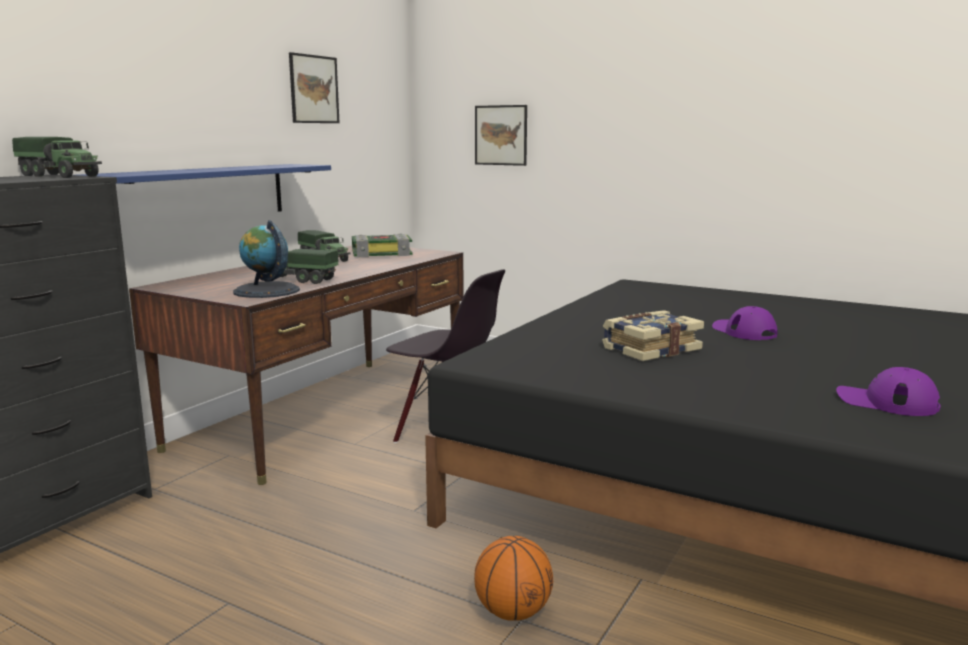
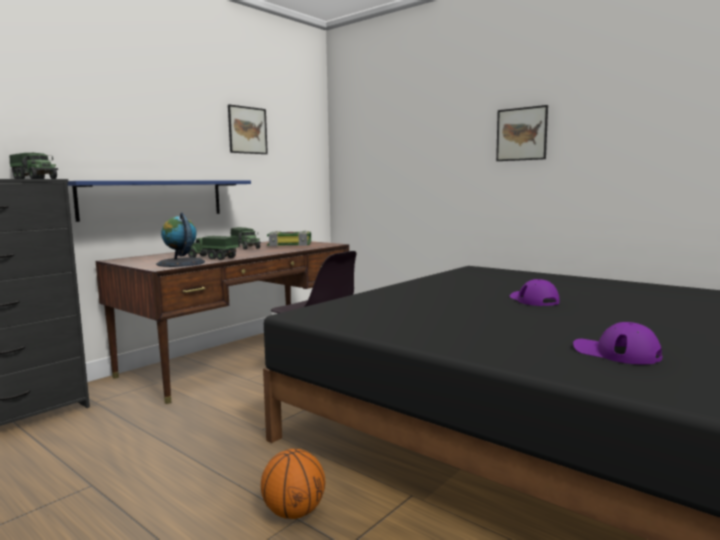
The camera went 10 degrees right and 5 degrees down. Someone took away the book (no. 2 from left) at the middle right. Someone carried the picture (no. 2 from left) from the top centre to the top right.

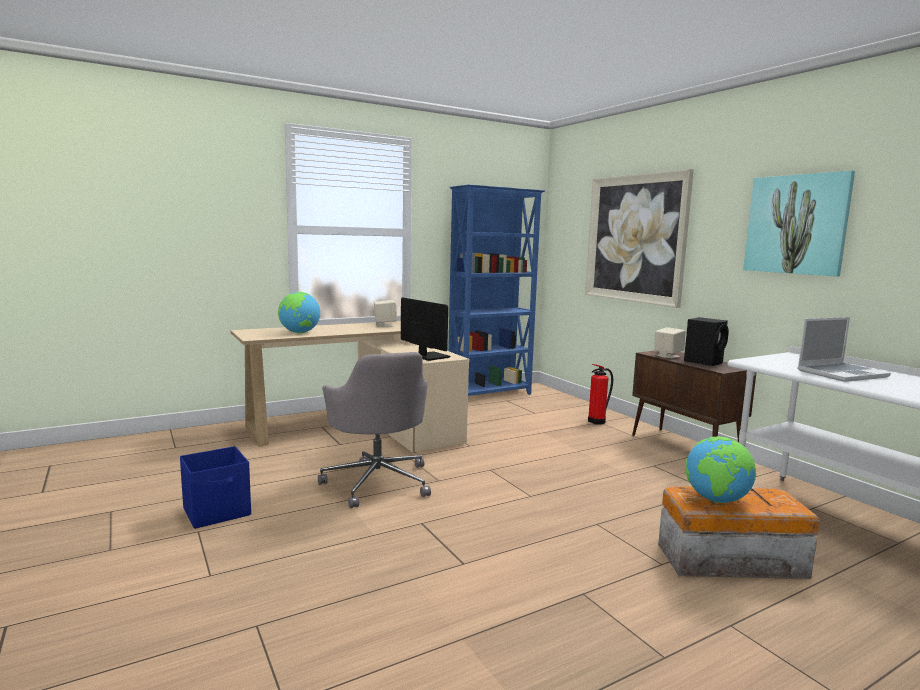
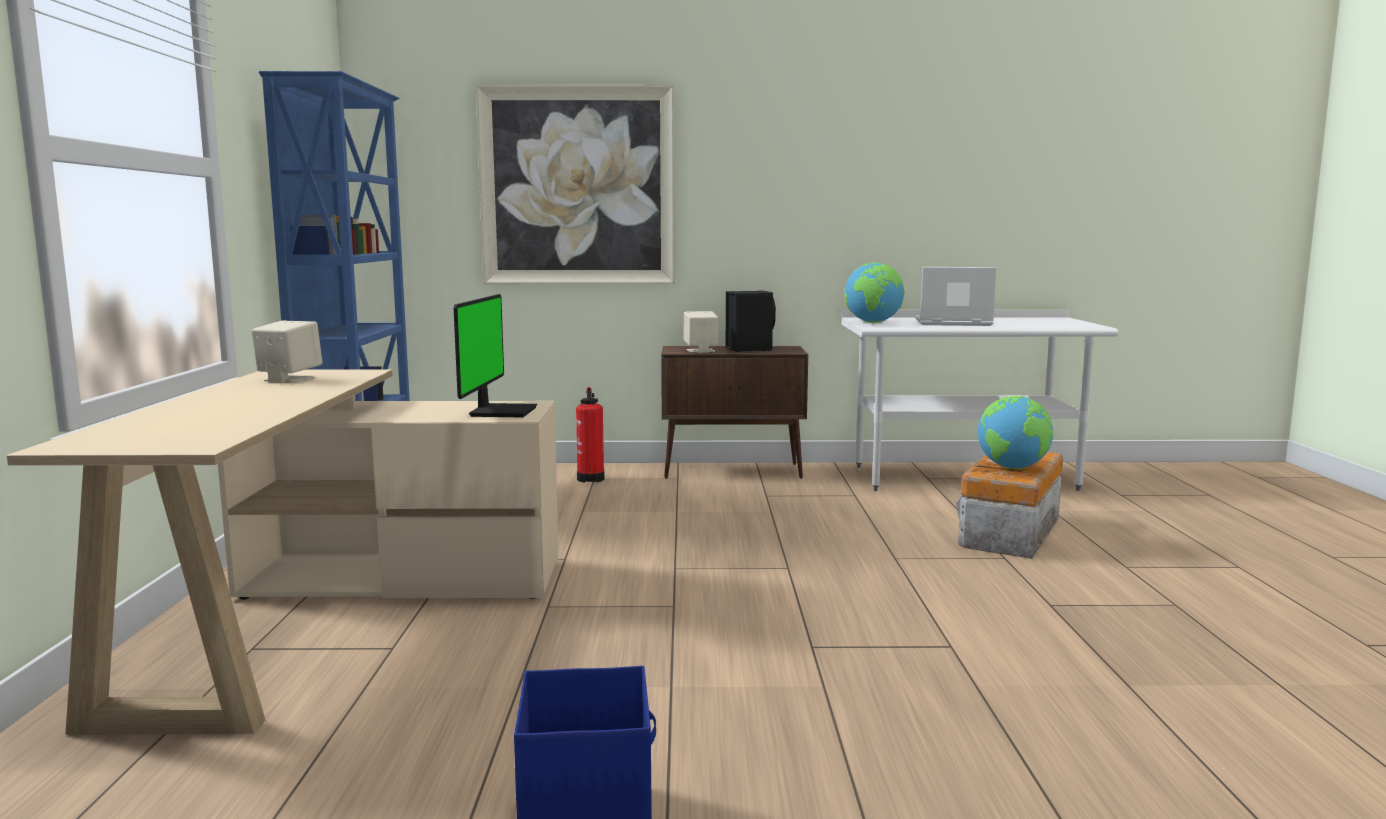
The camera went 60 degrees left and 0 degrees up. Someone took away the office chair (grey) at the centre. Someone took away the picture (no. 2 from left) at the top right. Someone carried the globe (no. 1 from left) from the middle left to the centre. Someone rotated the monitor at the centre by 105 degrees clockwise. Someone rotated the laptop at the middle right by 90 degrees counterclockwise.

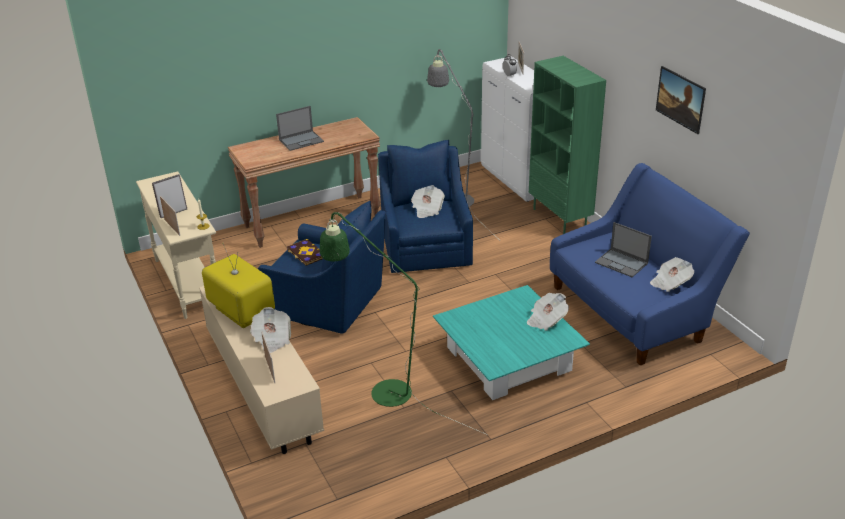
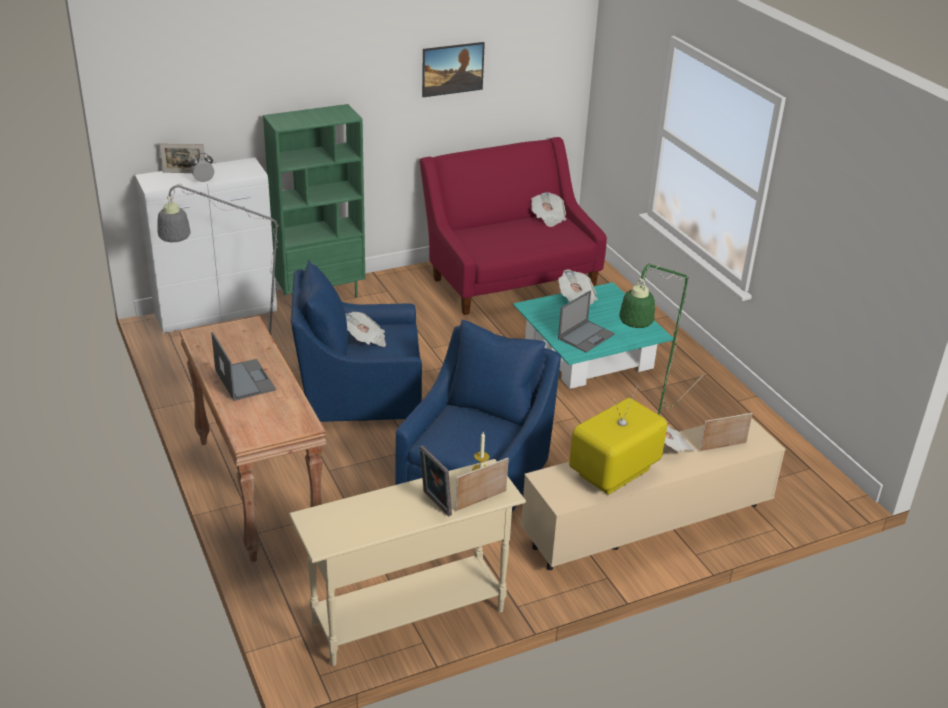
The camera went 90 degrees left and 0 degrees up. Someone took away the book at the centre. Someone carried the laptop (no. 2 from left) from the middle right to the centre. Someone repainted the sofa (blue) at the middle right, which became the sofa (red) at the top centre.

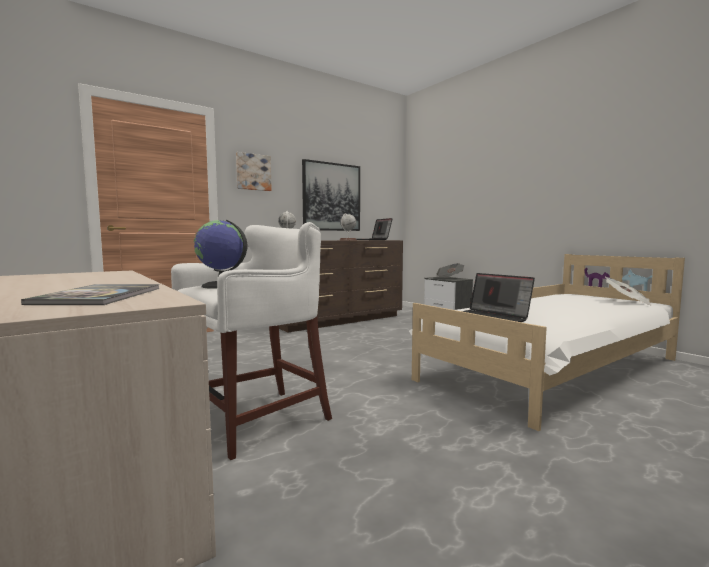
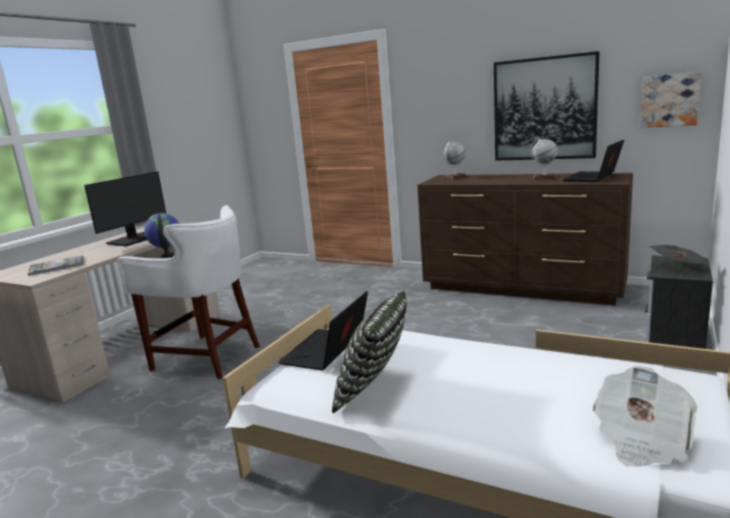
The camera went 65 degrees right and 10 degrees up. Someone put down the monitor at the middle left. Someone put down the pillow at the bottom centre. Someone carried the picture (no. 1 from left in the first image) from the top centre to the top right.

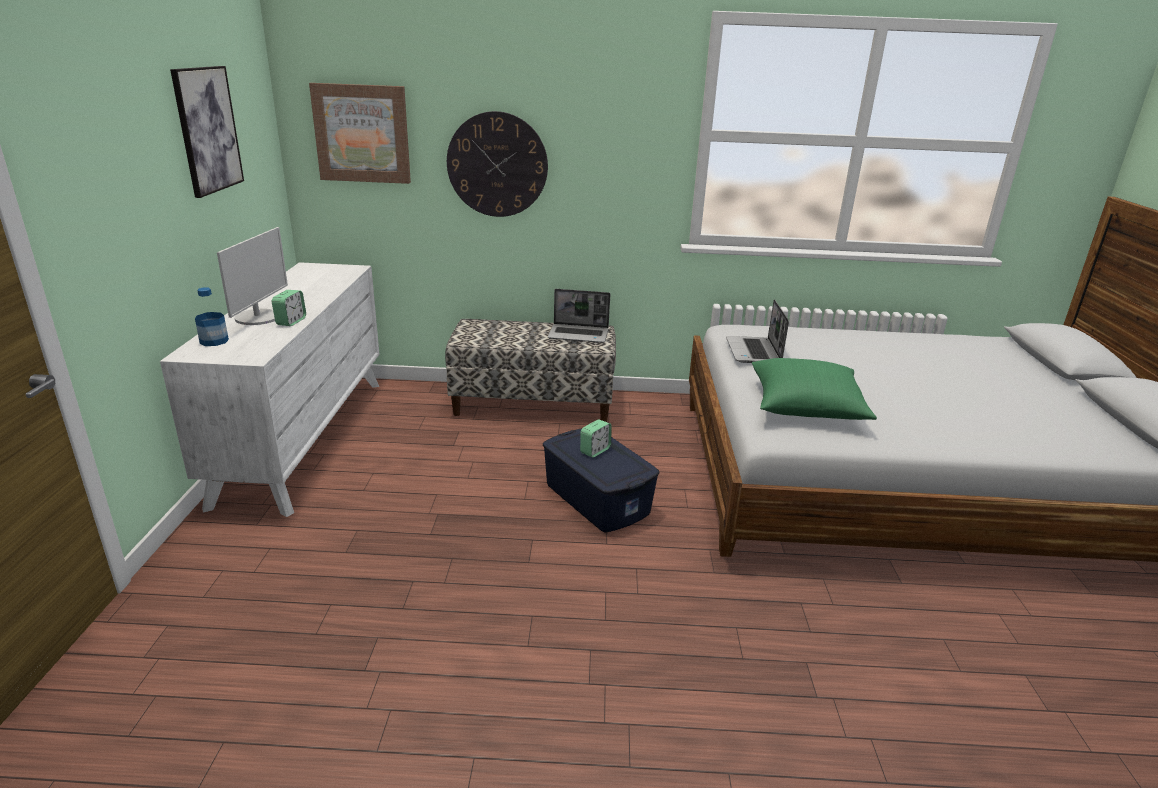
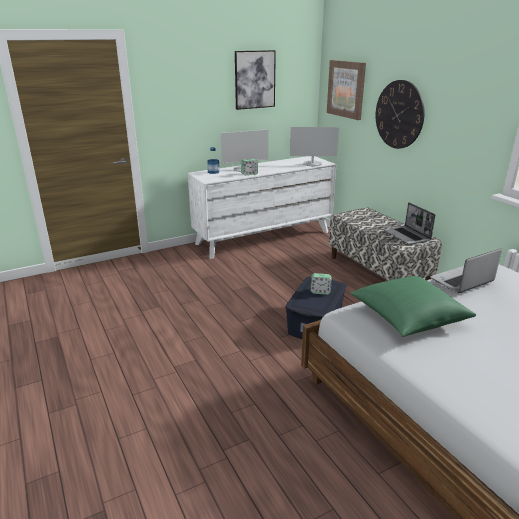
The camera went 60 degrees right and 0 degrees up. Someone put down the monitor (no. 2 from left) at the top centre.

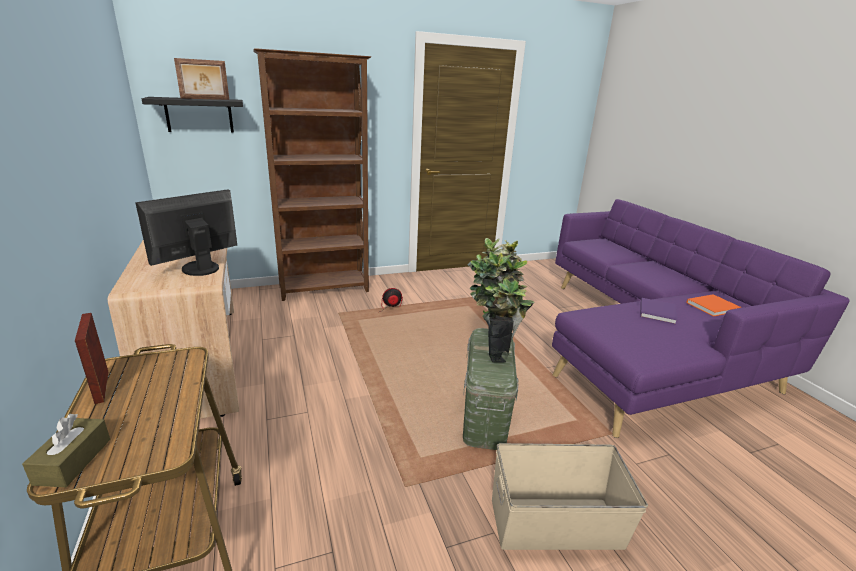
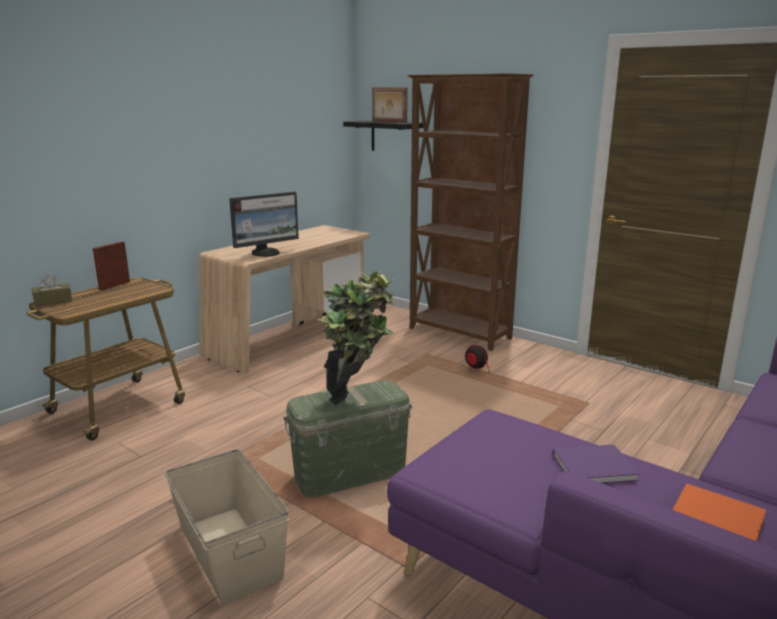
The camera went 60 degrees right and 5 degrees down. Someone rotated the monitor at the middle left by 135 degrees clockwise.

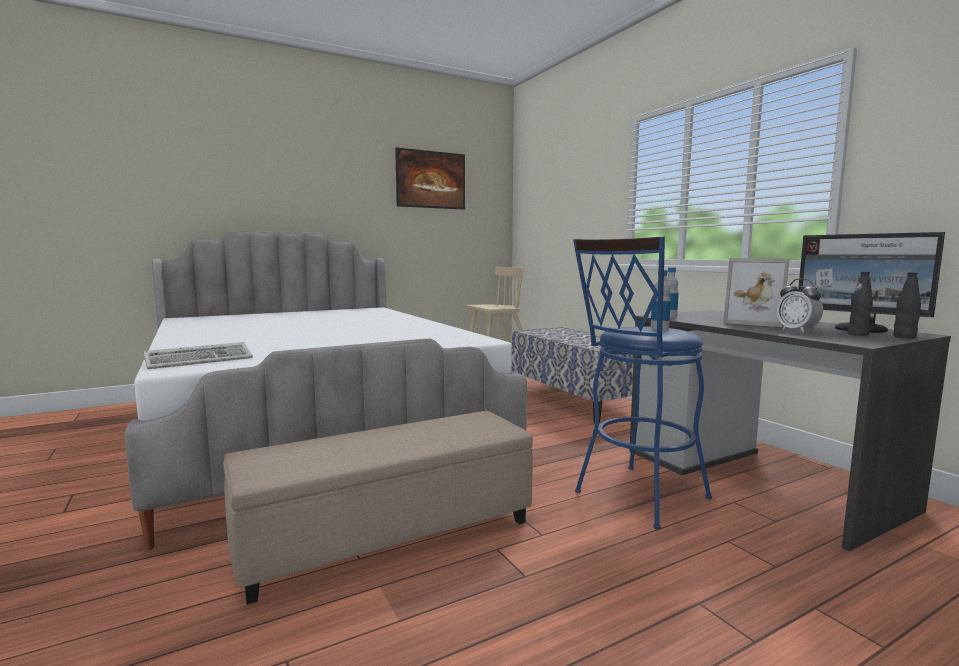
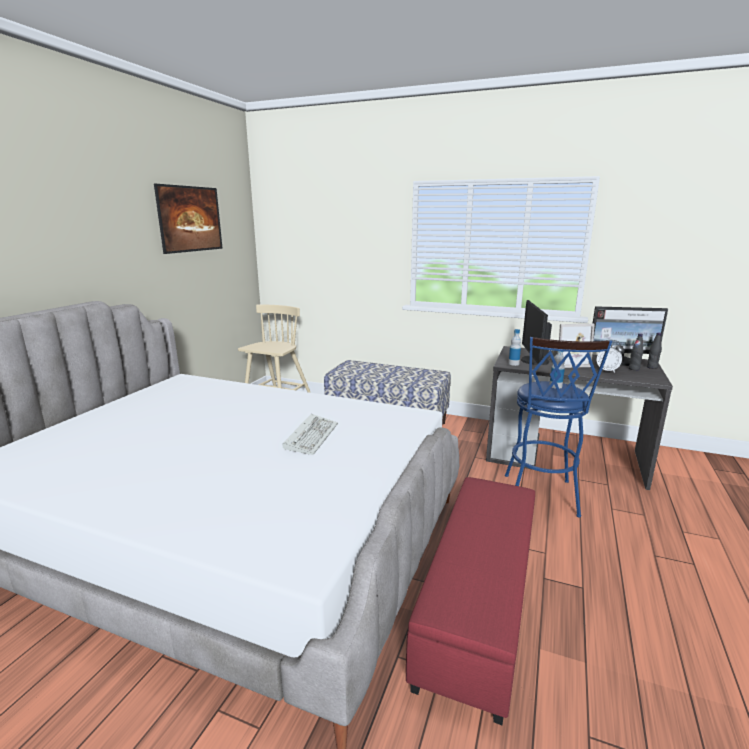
The camera went 40 degrees left and 10 degrees up. Someone put down the monitor (no. 1 from left) at the middle right. Someone carried the keyboard from the middle left to the centre. Someone repainted the ottoman (beige) at the bottom centre, which became the ottoman (red) at the bottom centre.

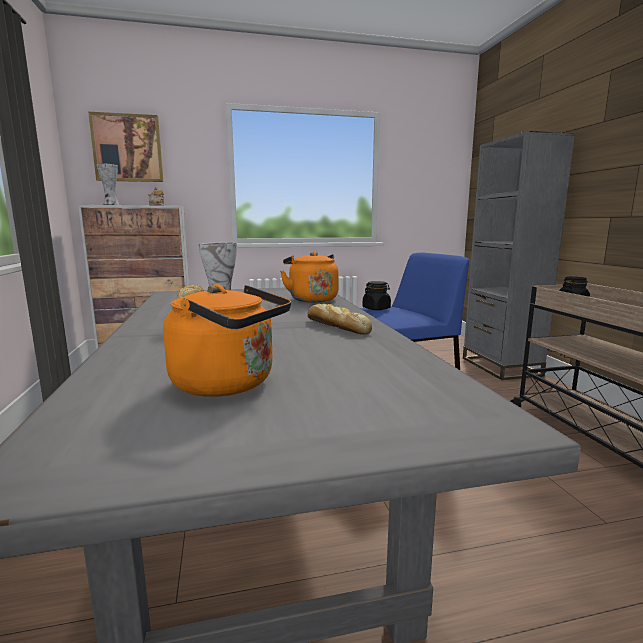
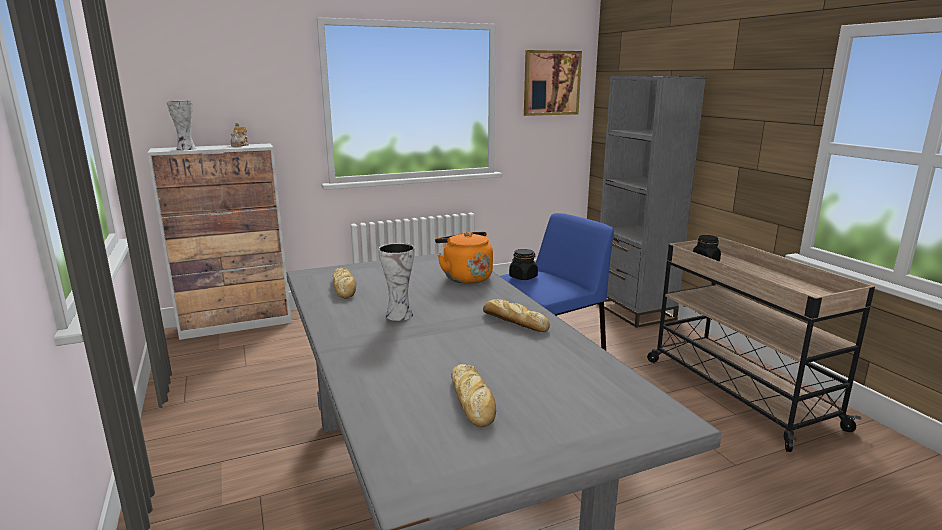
The camera went 10 degrees left and 5 degrees up. Someone carried the picture from the top left to the top centre. Someone swapped the kettle (orange) (no. 1 from left) at the centre for the bread (no. 2 from left) at the bottom centre.

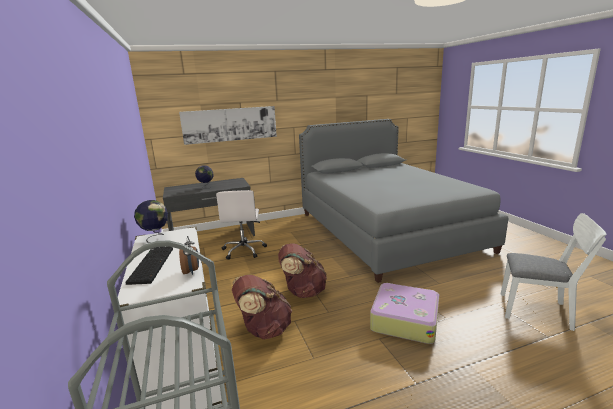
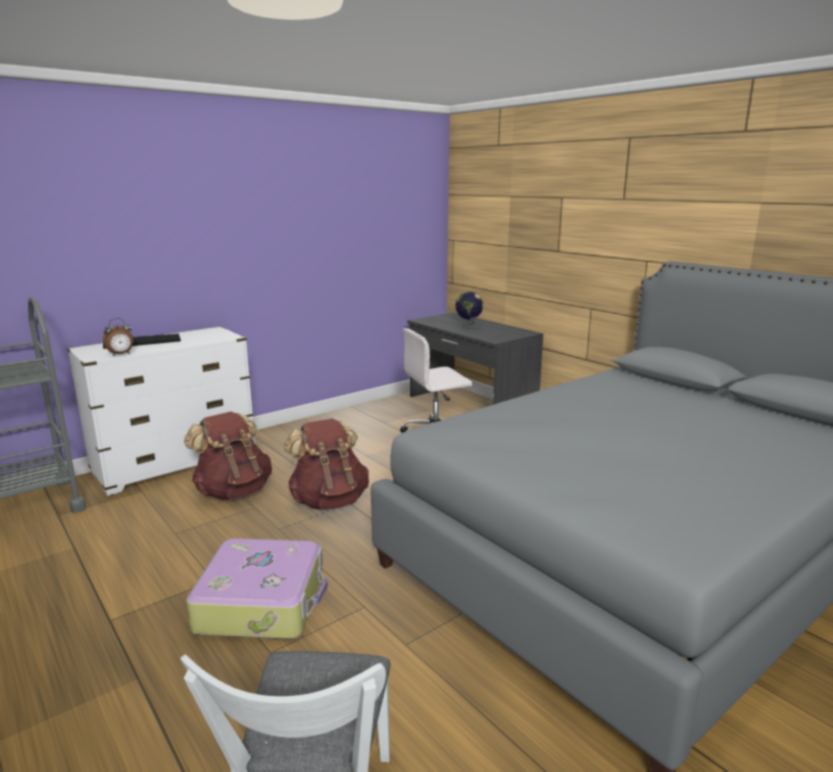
The camera went 70 degrees right and 0 degrees up. Someone took away the globe (no. 1 from left) at the middle left. Someone took away the picture at the top centre.

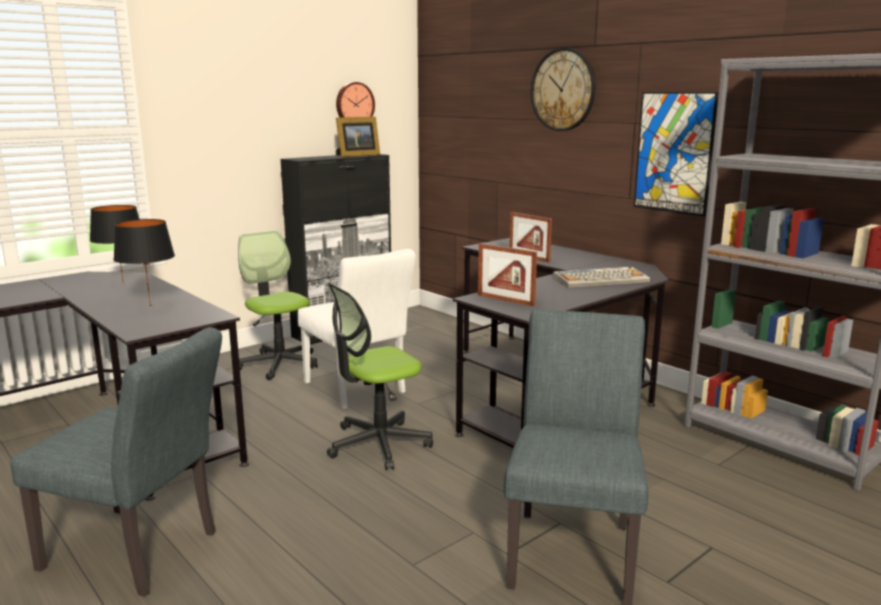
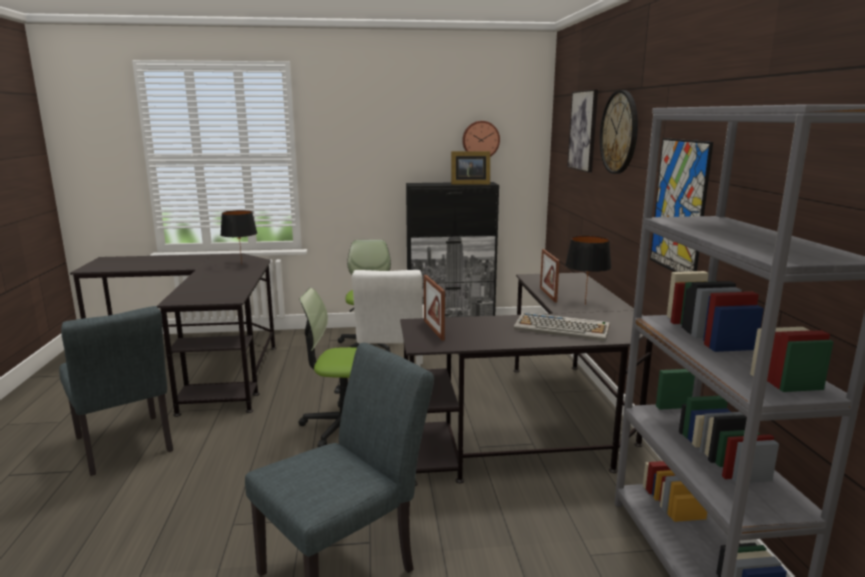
The camera went 35 degrees right and 0 degrees up. Someone put up the picture (no. 1 from left) at the top right. Someone carried the table lamp (black) (no. 2 from left) from the middle left to the middle right.

